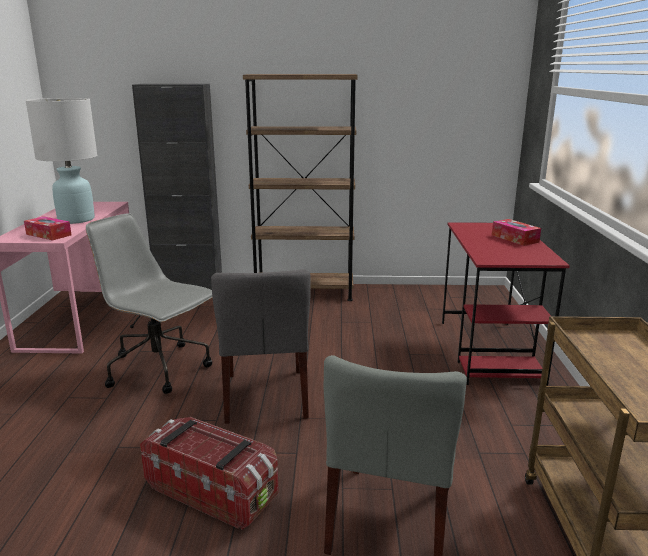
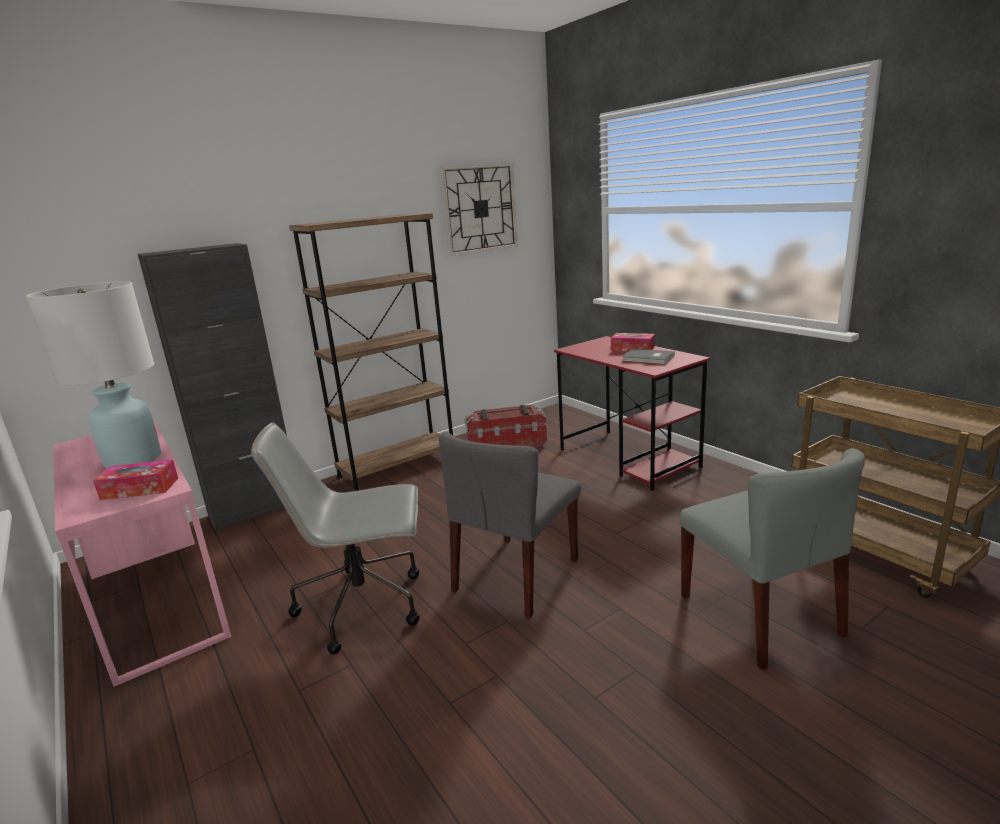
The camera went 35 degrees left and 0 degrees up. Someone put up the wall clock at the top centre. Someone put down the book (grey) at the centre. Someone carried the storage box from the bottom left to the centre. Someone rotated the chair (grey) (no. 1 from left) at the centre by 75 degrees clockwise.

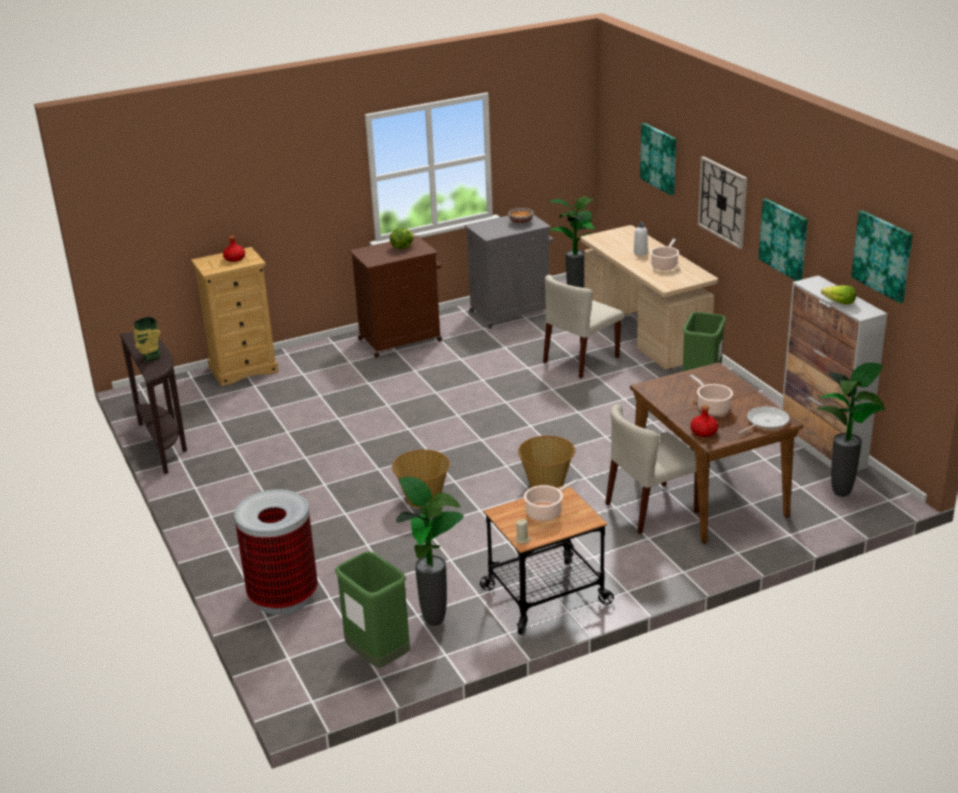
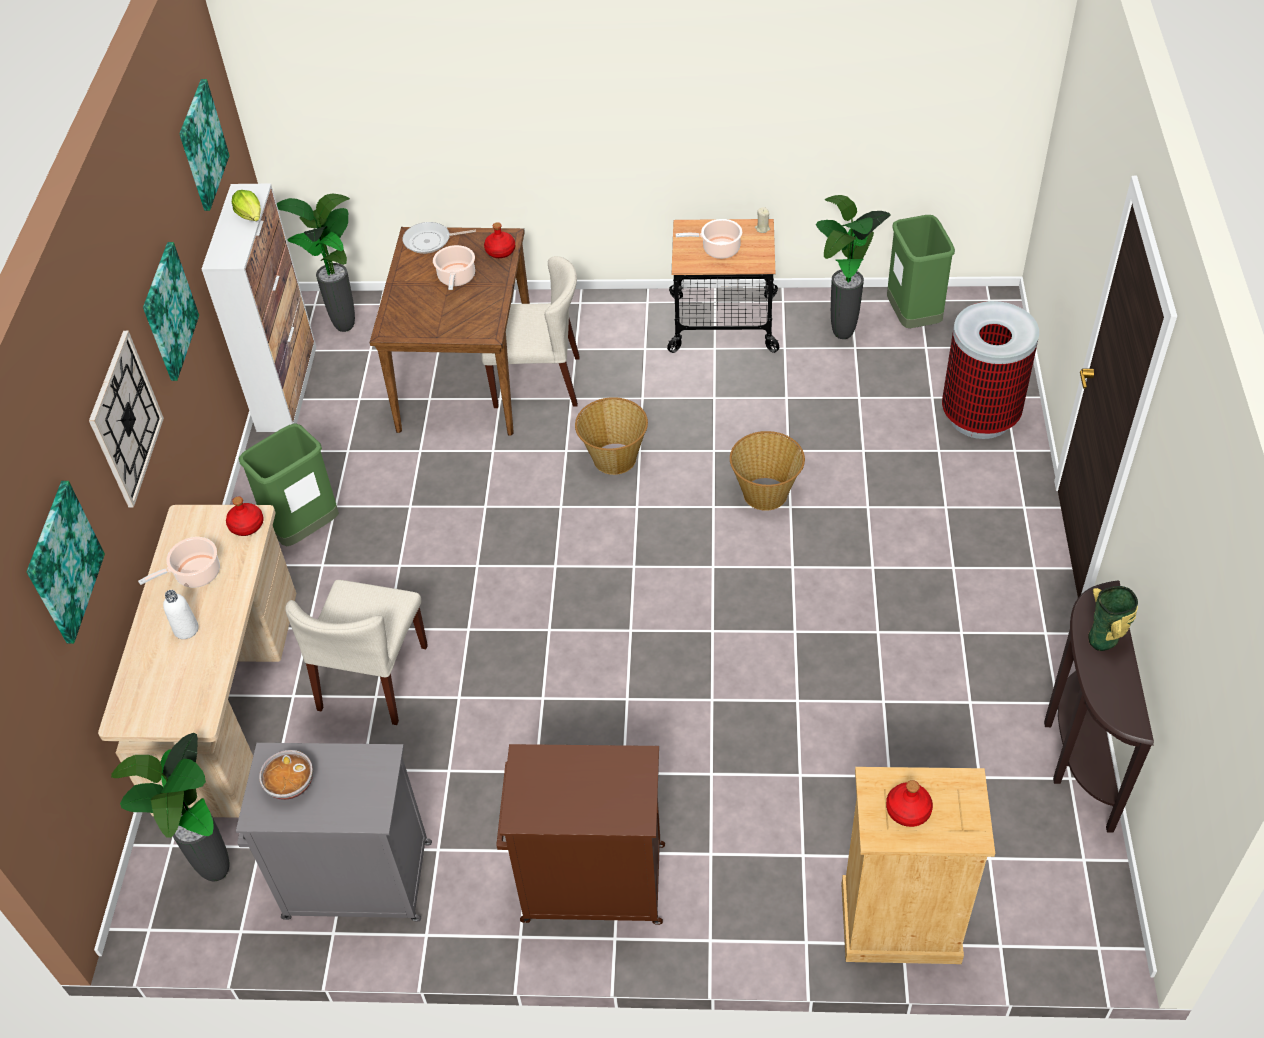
The camera went 150 degrees left and 20 degrees up. Someone took away the lettuce (no. 1 from left) at the top centre. Someone put down the bottle (red) (no. 1 from left) at the middle left. Someone rotated the chair (beige) (no. 1 from left) at the centre by 120 degrees clockwise.

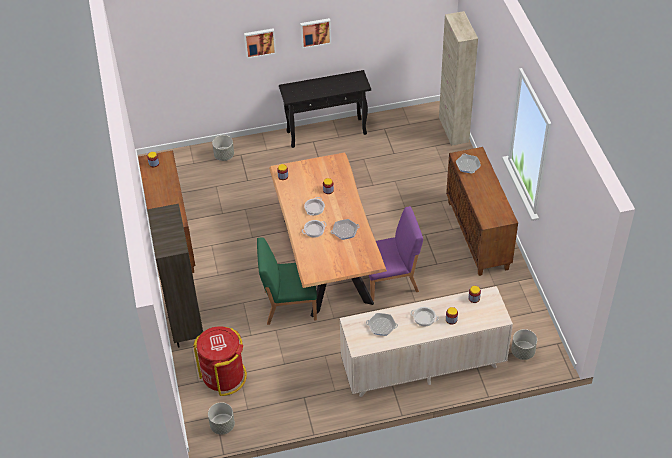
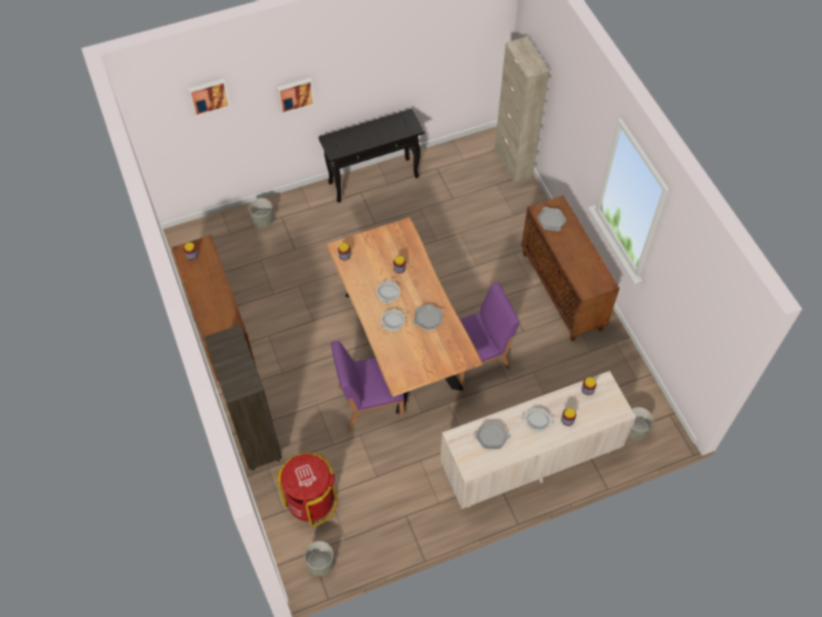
The camera went 10 degrees left and 10 degrees up. Someone carried the picture (no. 2 from left in the first image) from the top centre to the top left. Someone repainted the chair (green) at the centre, which became the chair (purple) (no. 1 from left) at the centre.

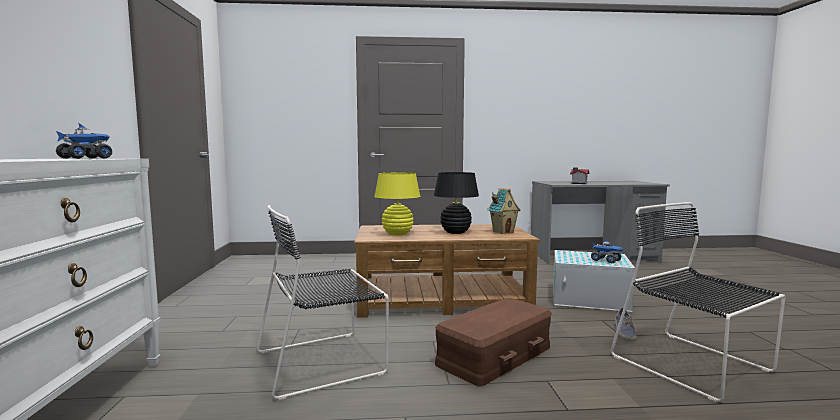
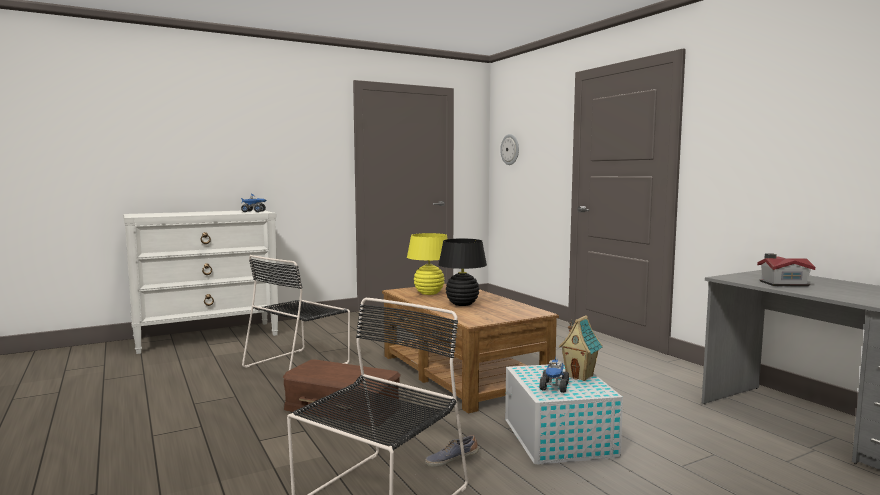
The camera went 65 degrees right and 0 degrees up. Someone put up the wall clock at the top centre. Someone carried the toy house (no. 1 from left) from the centre to the bottom centre. Someone rotated the chair (black) (no. 1 from left) at the bottom centre by 90 degrees counterclockwise.

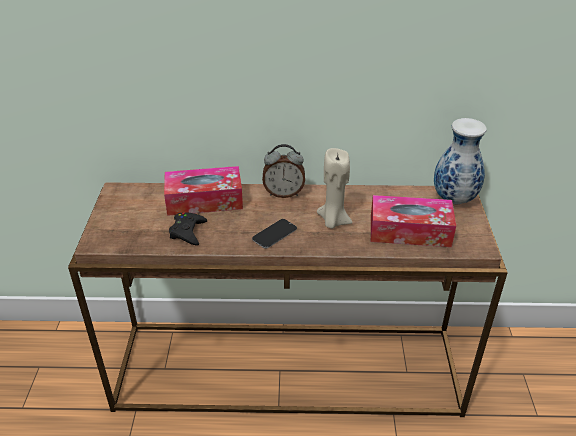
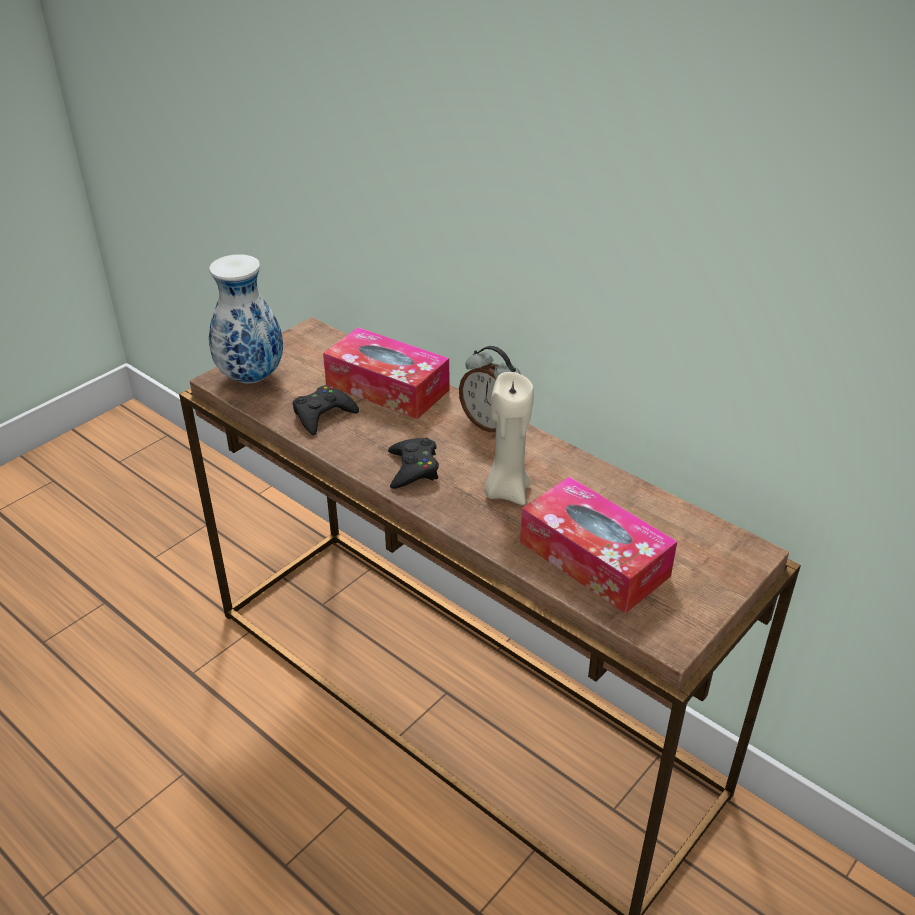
The camera went 40 degrees right and 0 degrees up. Someone carried the vase from the middle right to the middle left. Someone swapped the phone at the centre for the game controller (black) (no. 2 from left) at the centre.

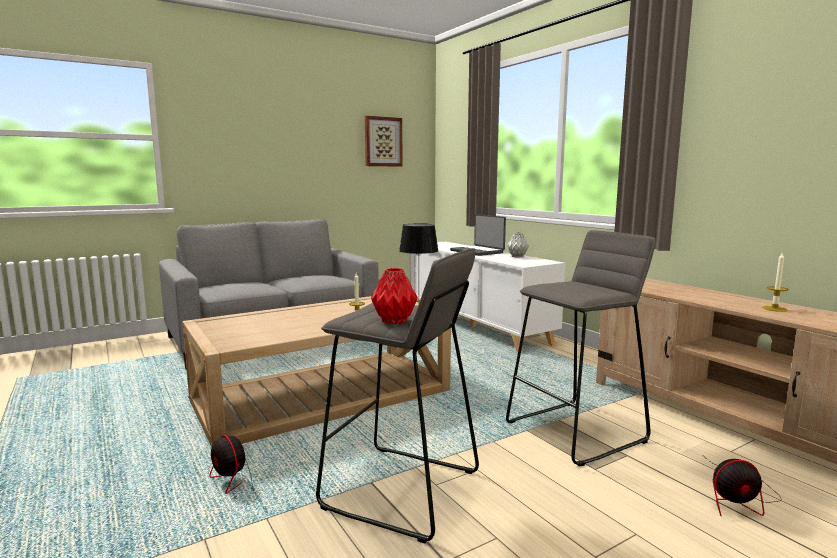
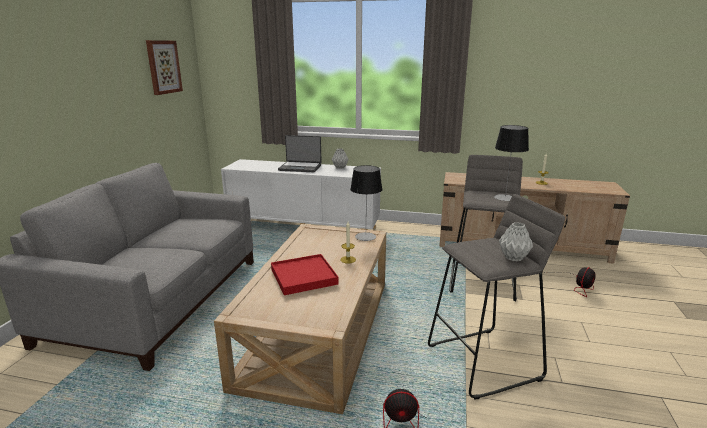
The camera went 45 degrees left and 10 degrees up. Someone put down the tray (red) at the centre. Someone put down the table lamp (no. 2 from left) at the middle right. Someone repainted the vase (red) at the centre, which became the vase (grey) (no. 2 from left) at the middle right.

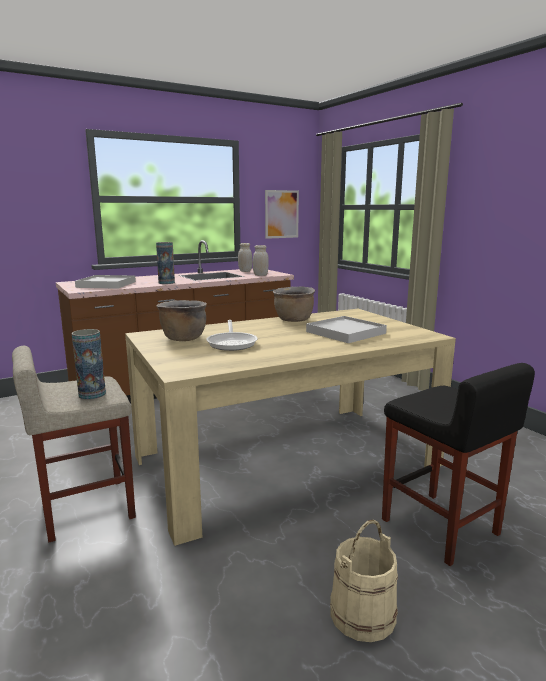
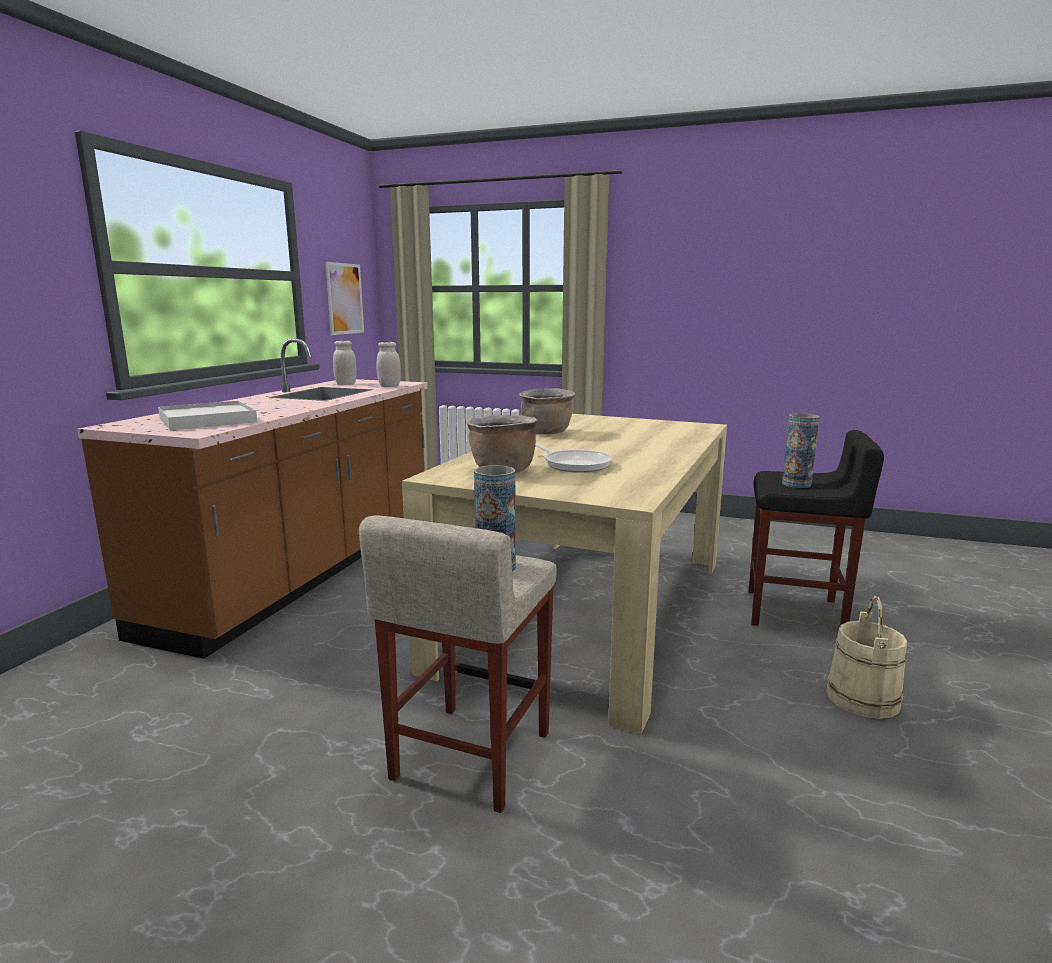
The camera went 40 degrees left and 0 degrees up. Someone took away the tray (white) (no. 2 from left) at the centre. Someone carried the vase (no. 2 from left) from the middle left to the middle right.

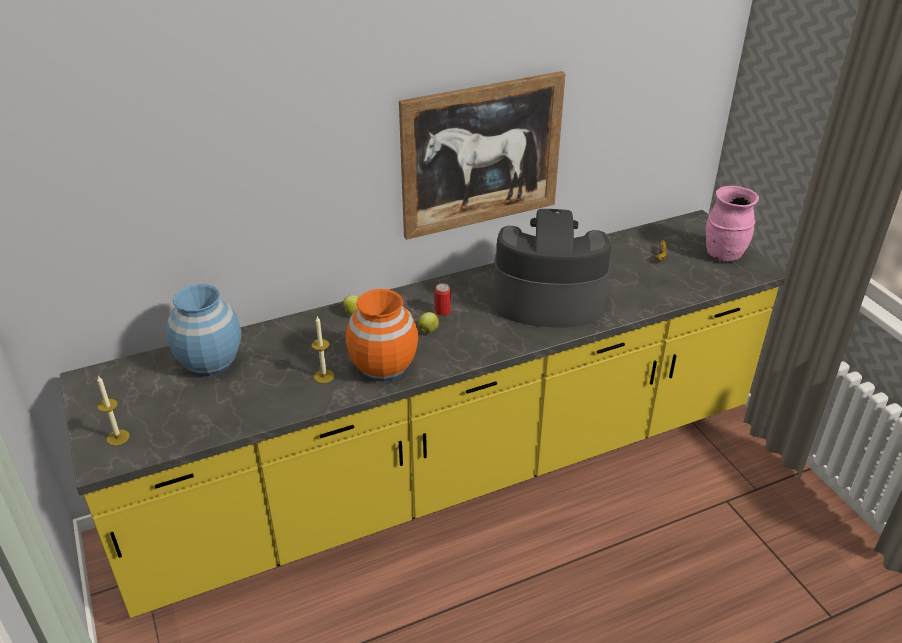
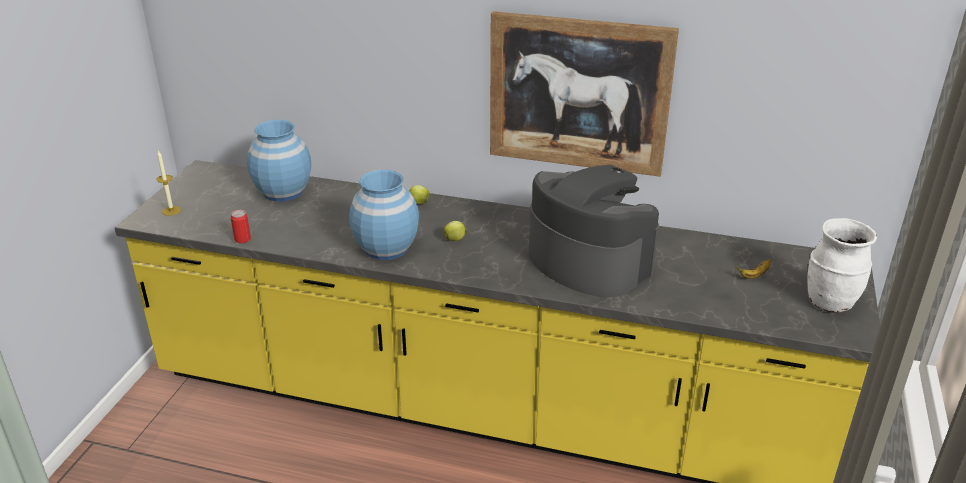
The camera went 40 degrees right and 5 degrees down. Someone took away the candle (no. 2 from left) at the centre. Someone carried the can from the centre to the middle left. Someone repainted the vase (orange) at the centre, which became the vase (blue) (no. 2 from left) at the centre. Someone repainted the vase (pink) at the middle right, which became the vase (white) at the middle right.

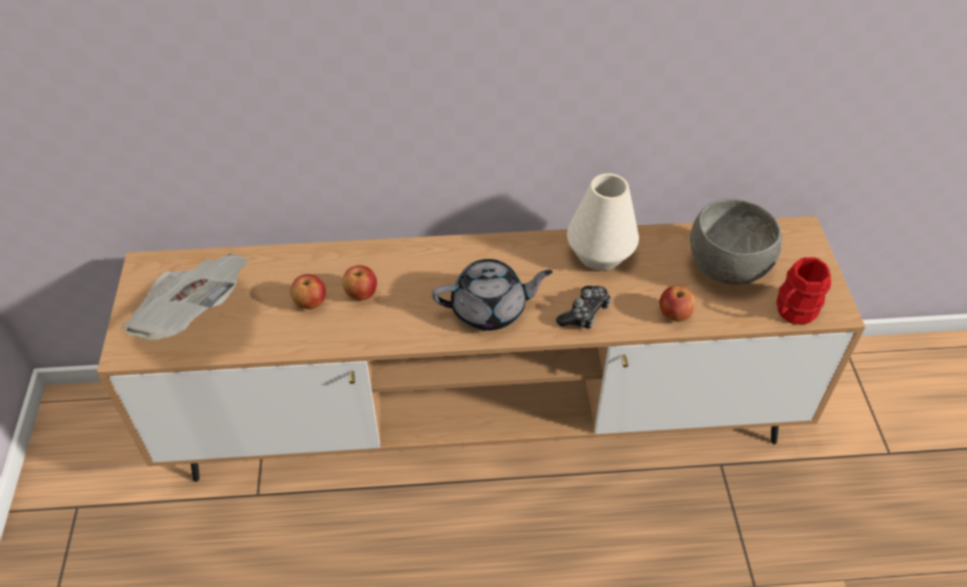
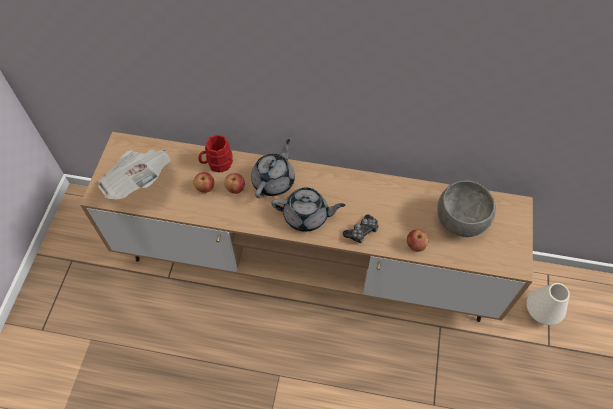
The camera went 15 degrees right and 10 degrees up. Someone put down the teapot (grey) (no. 1 from left) at the centre. Someone carried the vase (white) from the centre to the bottom right. Someone carried the mug (red) from the middle right to the centre.

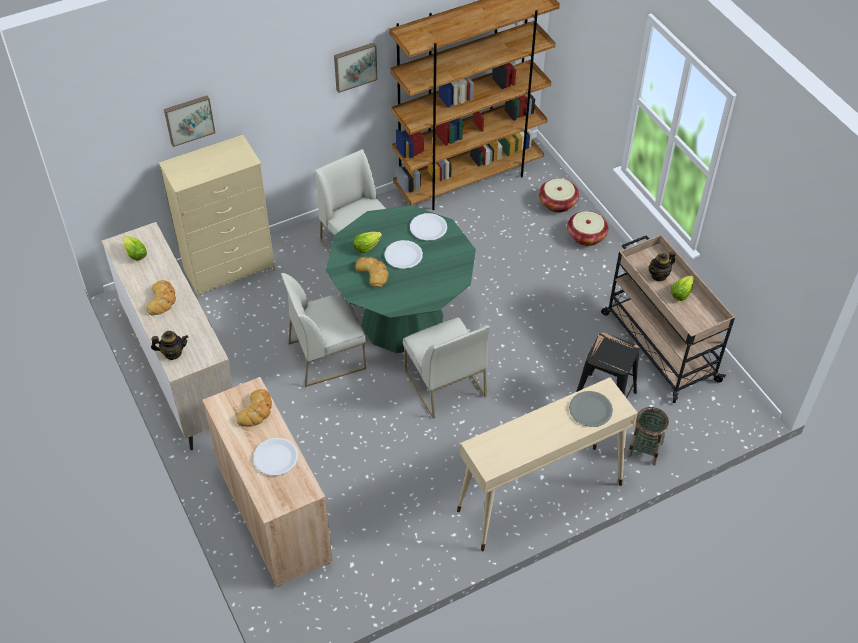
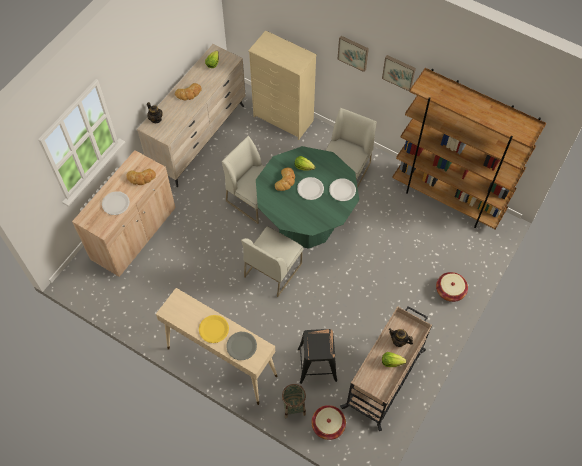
The camera went 60 degrees right and 10 degrees up. Someone put down the plate (yellow) at the bottom centre. Someone carried the picture (no. 1 from left) from the top left to the top centre. Someone carried the basket (no. 1 from left in the first image) from the top centre to the bottom centre.

